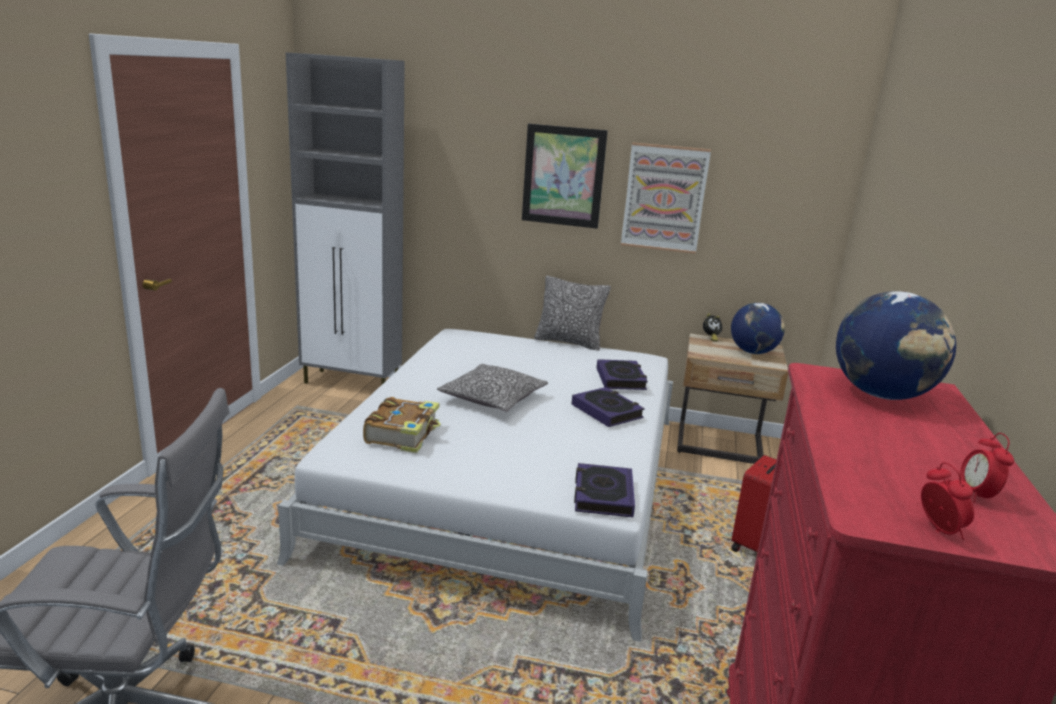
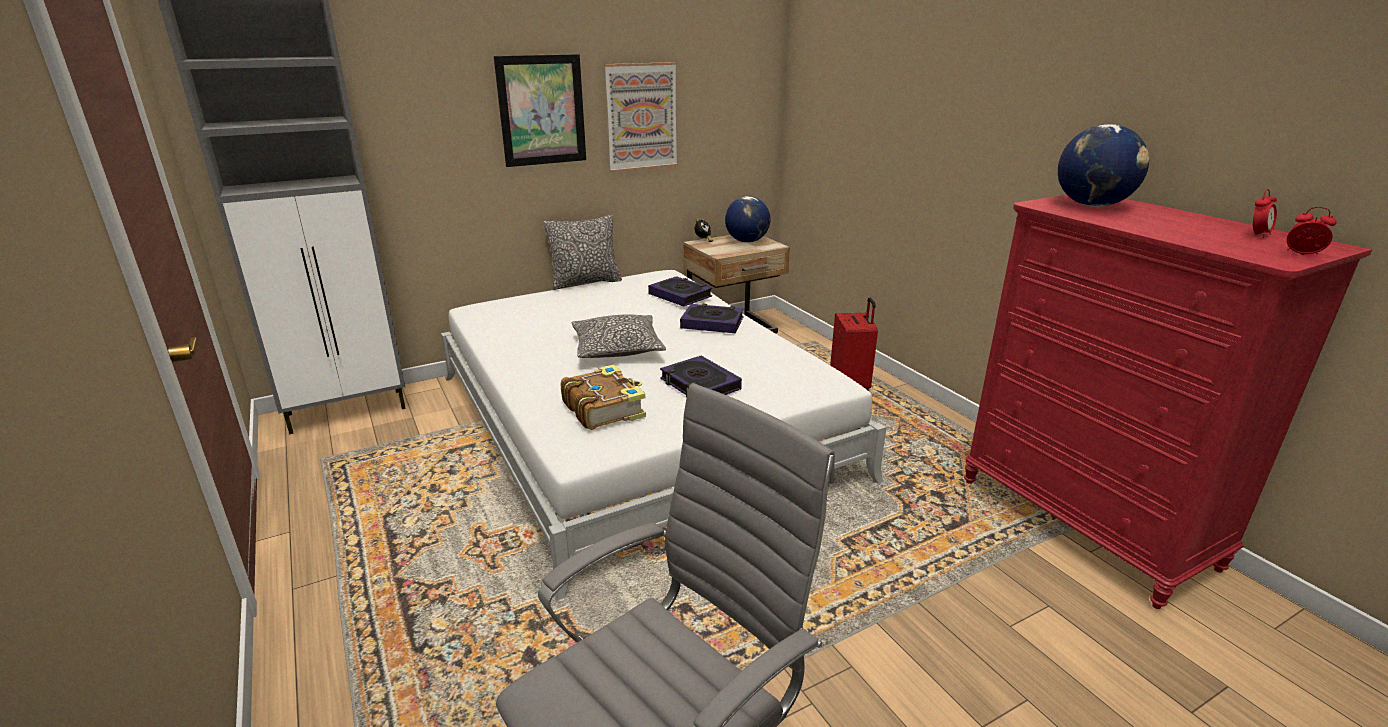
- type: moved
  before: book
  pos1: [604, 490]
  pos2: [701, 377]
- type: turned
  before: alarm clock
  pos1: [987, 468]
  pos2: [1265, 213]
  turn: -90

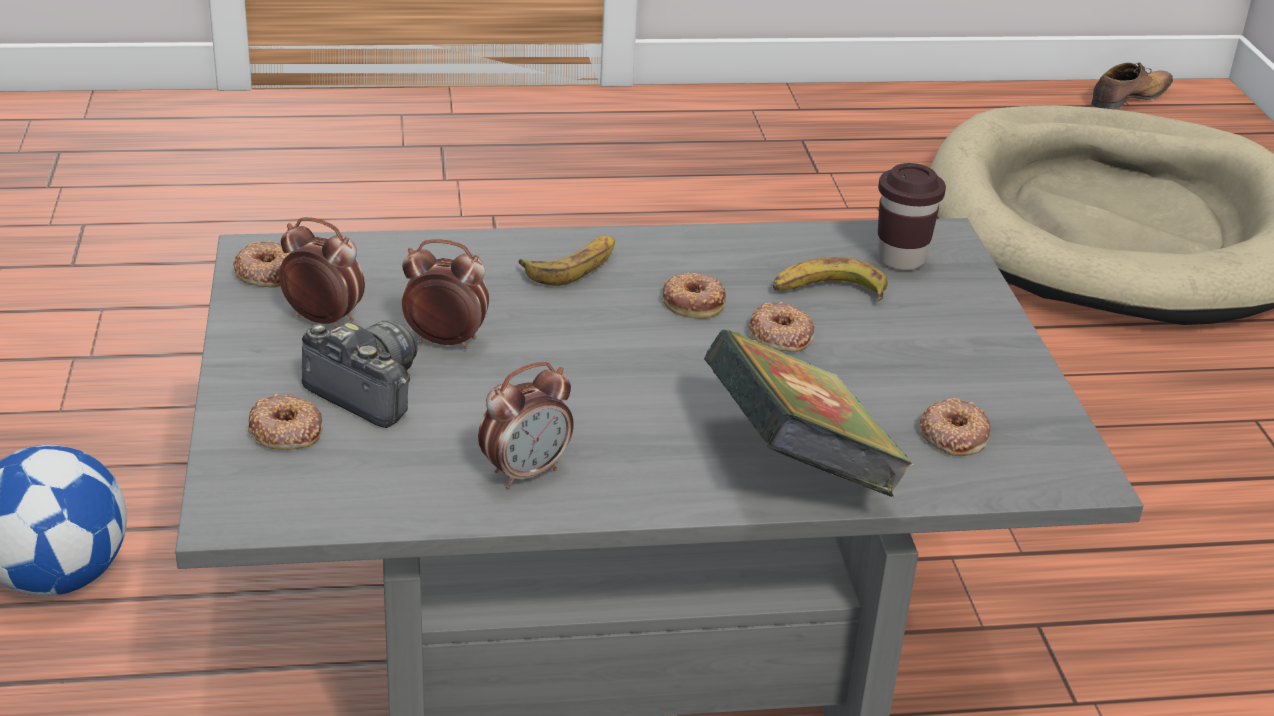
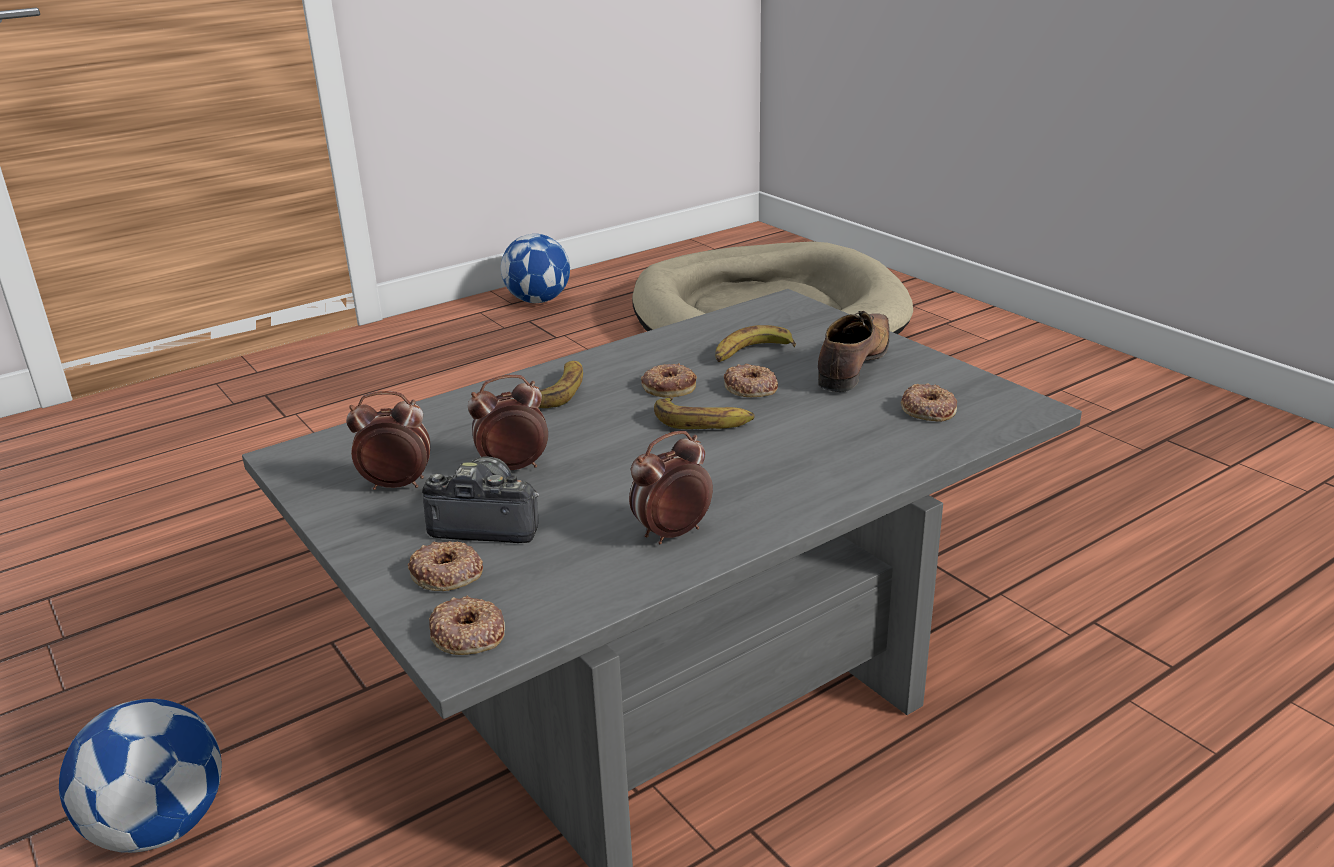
- type: moved
  before: donut
  pos1: [262, 264]
  pos2: [467, 625]
- type: turned
  before: alarm clock
  pos1: [526, 425]
  pos2: [671, 487]
  turn: -150
- type: removed
  before: book
  pos1: [809, 413]
- type: removed
  before: brown cup
  pos1: [911, 217]
- type: moved
  before: shoe
  pos1: [1132, 86]
  pos2: [854, 351]
- type: added
  after: football
  pos2: [535, 268]
- type: added
  after: banana
  pos2: [704, 413]

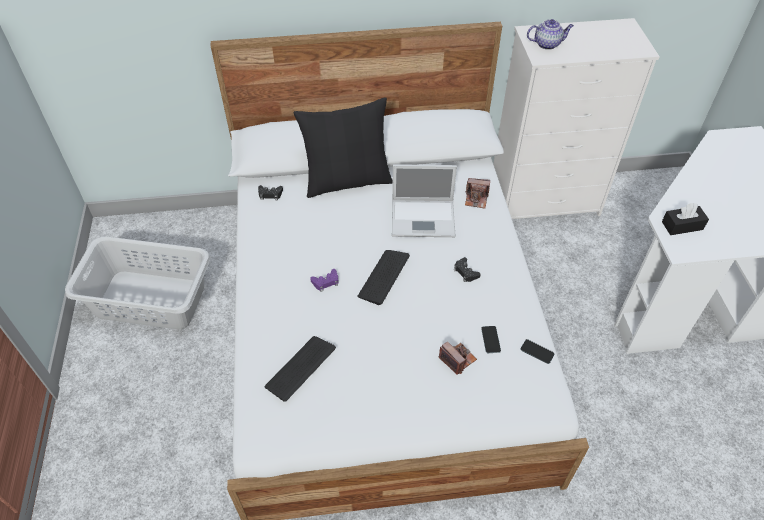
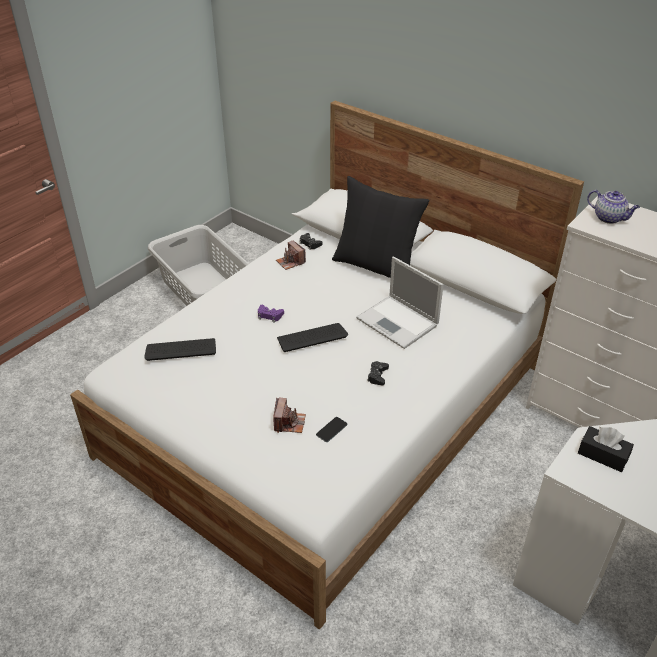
- type: moved
  before: photo camera
  pos1: [477, 193]
  pos2: [291, 255]
- type: removed
  before: phone
  pos1: [537, 351]

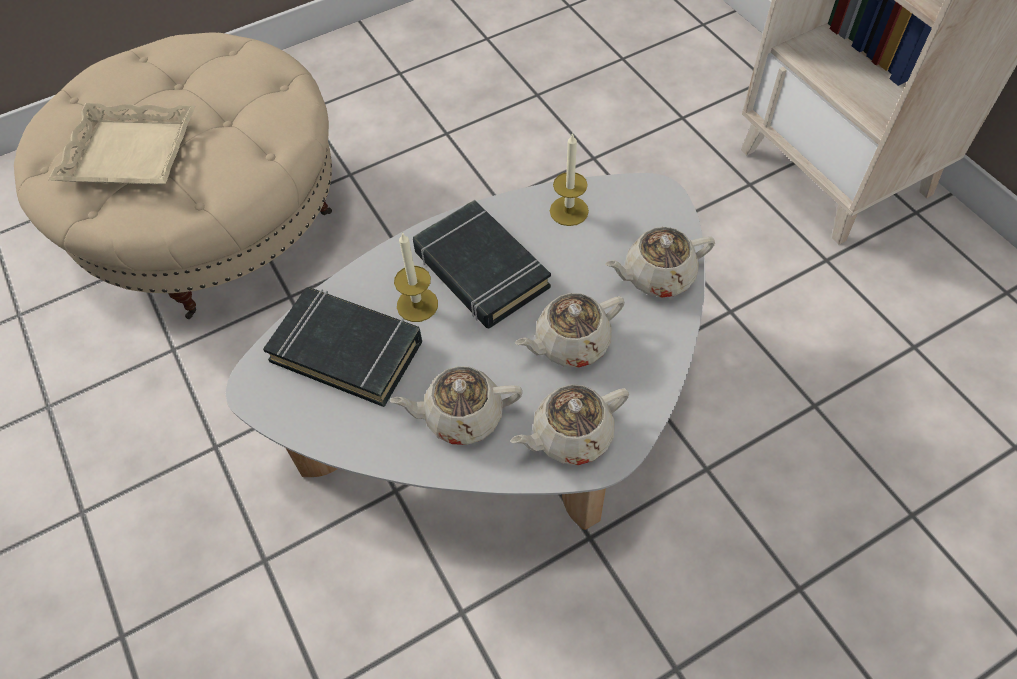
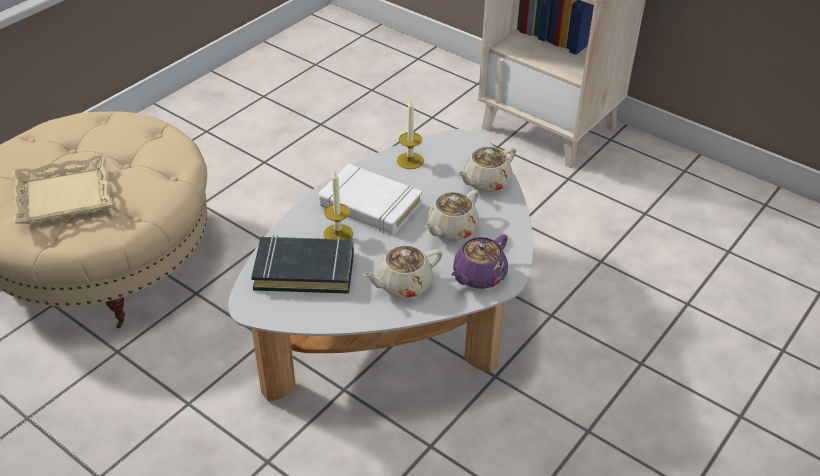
- type: recoloured
  before: black book
  after: white book
  pos1: [482, 264]
  pos2: [370, 199]
- type: recoloured
  before: beige teapot
  after: purple teapot
  pos1: [569, 424]
  pos2: [479, 261]

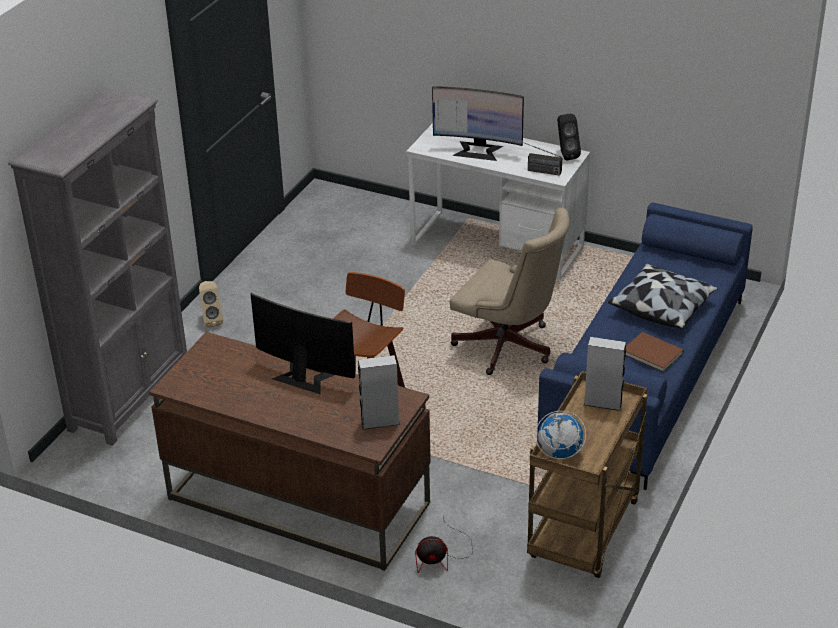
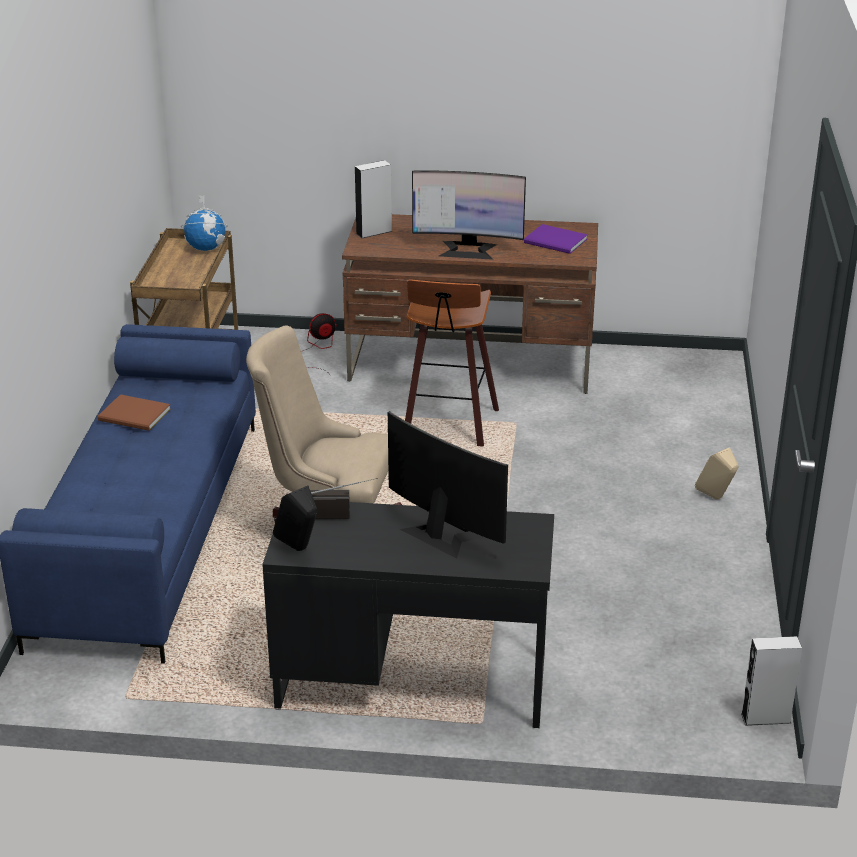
- type: removed
  before: grey bookcase
  pos1: [97, 267]
- type: recoloured
  before: white desk
  after: black desk
  pos1: [498, 201]
  pos2: [408, 615]
- type: turned
  before: monitor
  pos1: [478, 123]
  pos2: [448, 484]
  turn: 45
- type: moved
  before: grey speaker
  pos1: [605, 374]
  pos2: [771, 681]
- type: removed
  before: pillow
  pos1: [663, 296]
- type: added
  after: purple book
  pos2: [556, 239]

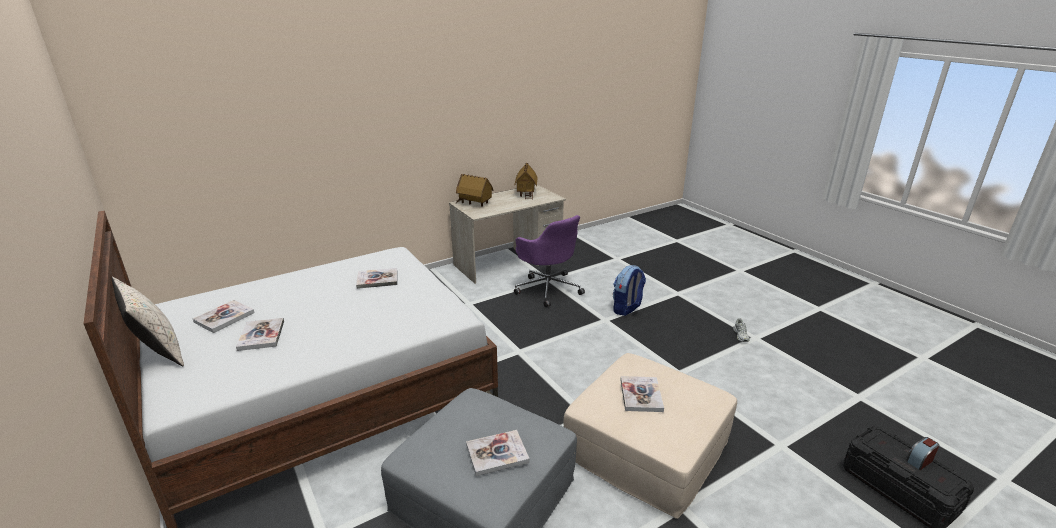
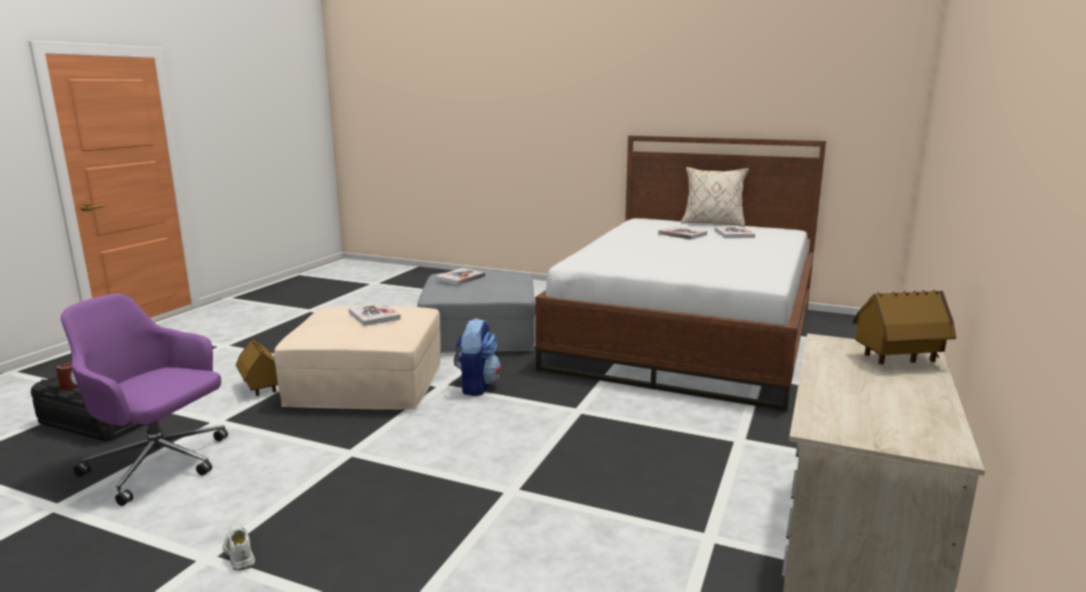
- type: removed
  before: book
  pos1: [377, 278]
- type: moved
  before: toy house
  pos1: [526, 181]
  pos2: [257, 367]
- type: moved
  before: purple office chair
  pos1: [549, 261]
  pos2: [144, 400]
- type: moved
  before: backpack
  pos1: [629, 290]
  pos2: [477, 357]

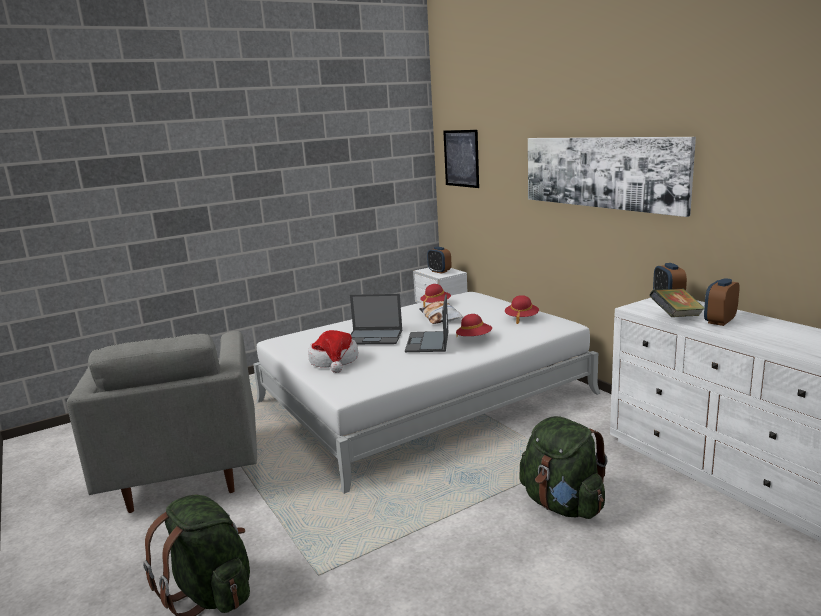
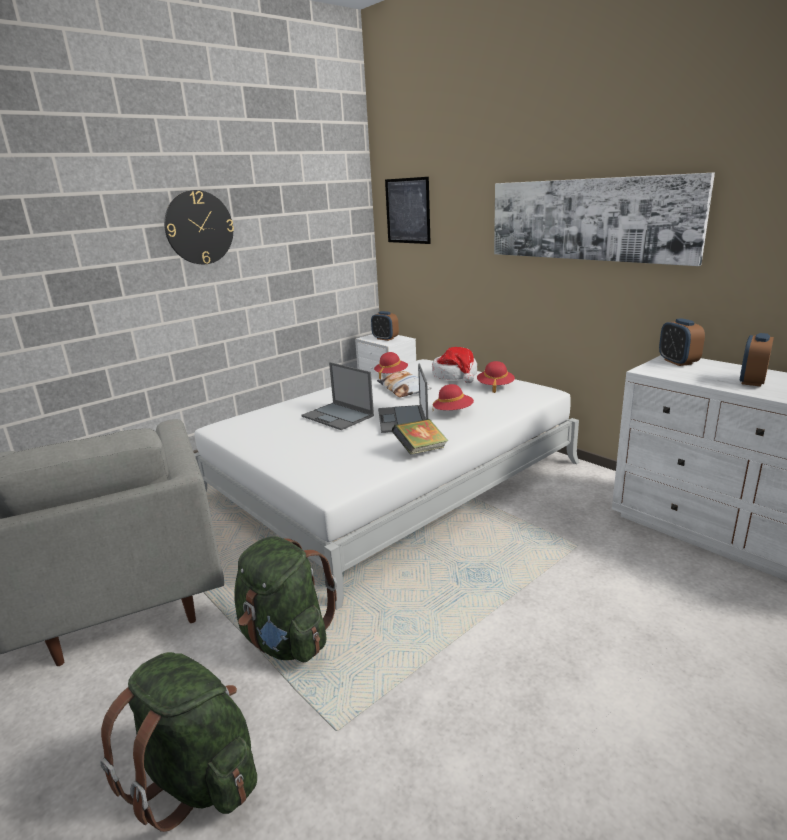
- type: moved
  before: hat
  pos1: [333, 351]
  pos2: [454, 365]
- type: turned
  before: laptop
  pos1: [376, 319]
  pos2: [338, 396]
  turn: 45
- type: moved
  before: green backpack
  pos1: [563, 467]
  pos2: [285, 599]
- type: moved
  before: book
  pos1: [676, 303]
  pos2: [419, 437]
- type: added
  after: wall clock
  pos2: [199, 227]

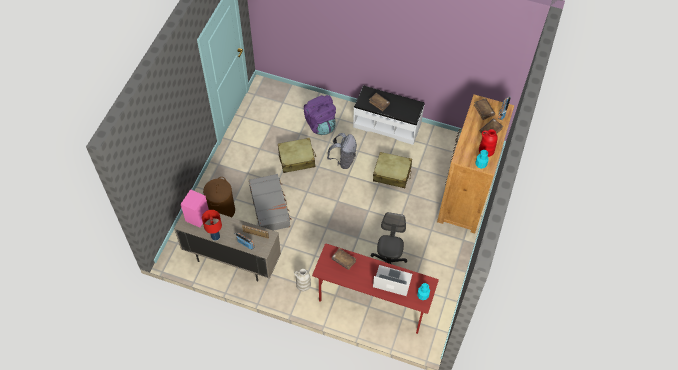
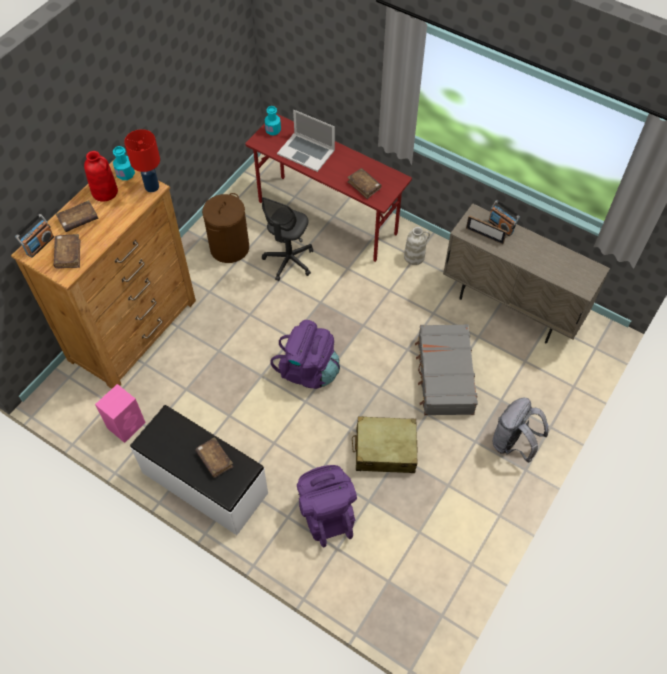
- type: moved
  before: pink speaker
  pos1: [195, 208]
  pos2: [120, 413]
- type: moved
  before: red table lamp
  pos1: [212, 225]
  pos2: [142, 160]
- type: moved
  before: brown laundry basket
  pos1: [219, 197]
  pos2: [225, 228]
- type: moved
  before: grey backpack
  pos1: [342, 151]
  pos2: [520, 430]
- type: removed
  before: beige suitcase
  pos1: [392, 170]
- type: added
  after: purple backpack
  pos2: [305, 354]

